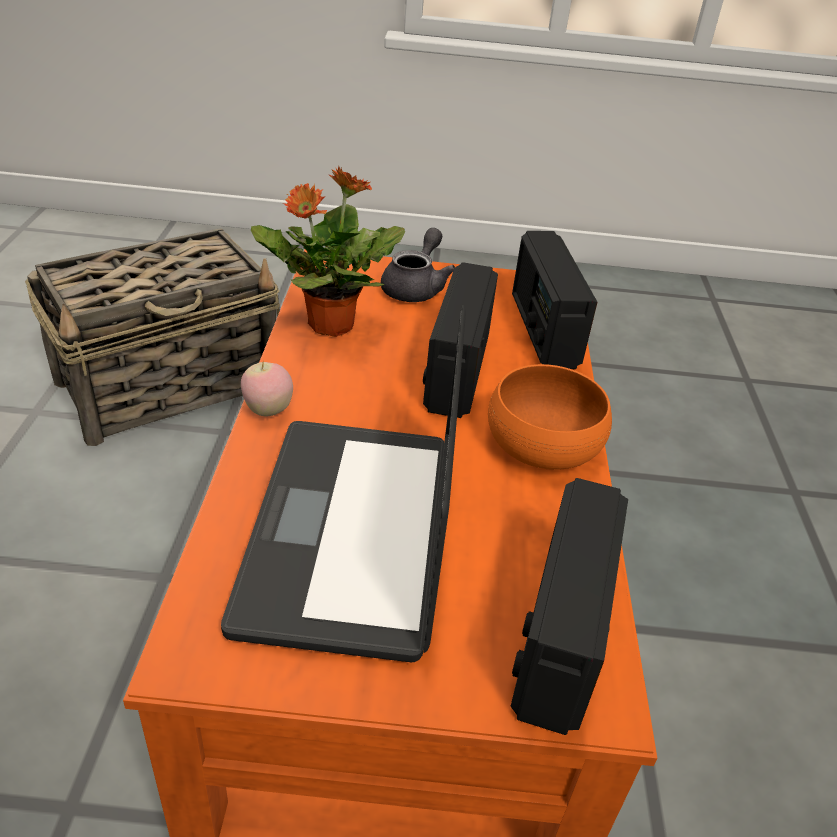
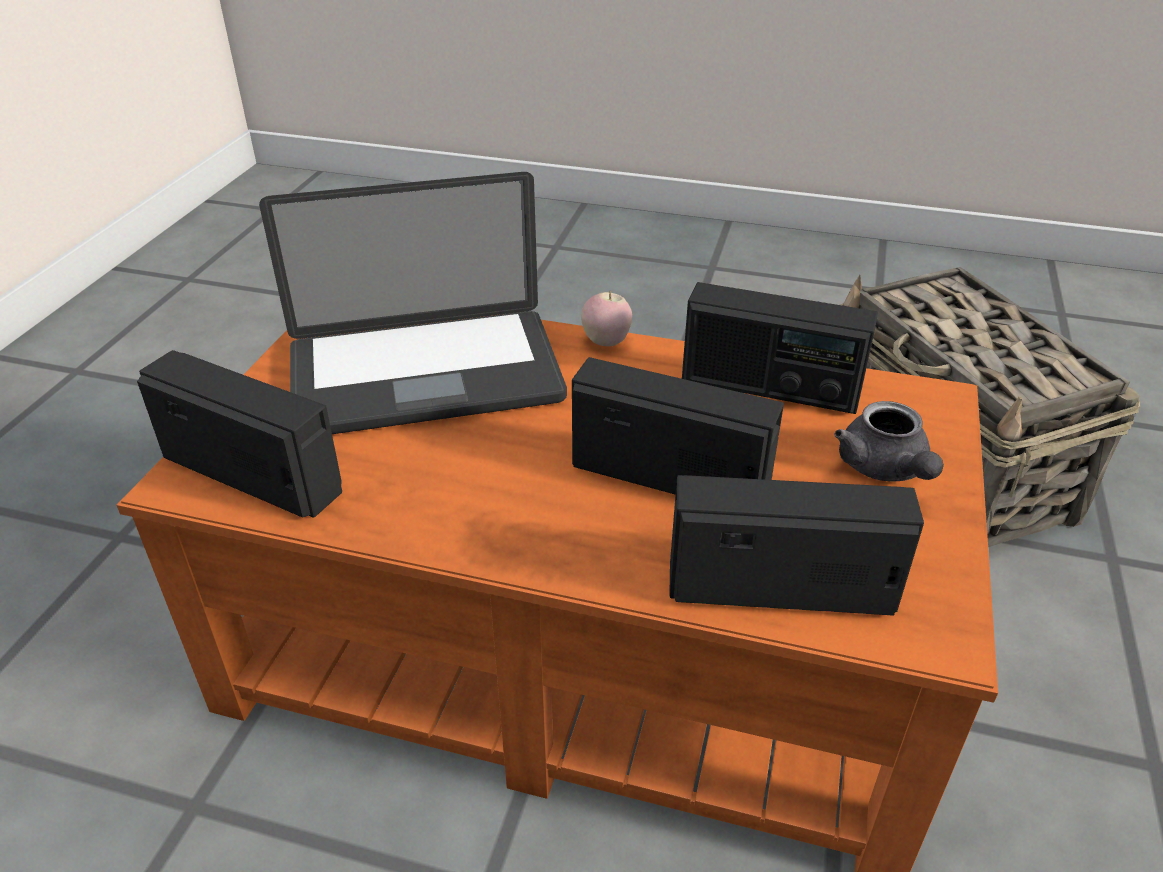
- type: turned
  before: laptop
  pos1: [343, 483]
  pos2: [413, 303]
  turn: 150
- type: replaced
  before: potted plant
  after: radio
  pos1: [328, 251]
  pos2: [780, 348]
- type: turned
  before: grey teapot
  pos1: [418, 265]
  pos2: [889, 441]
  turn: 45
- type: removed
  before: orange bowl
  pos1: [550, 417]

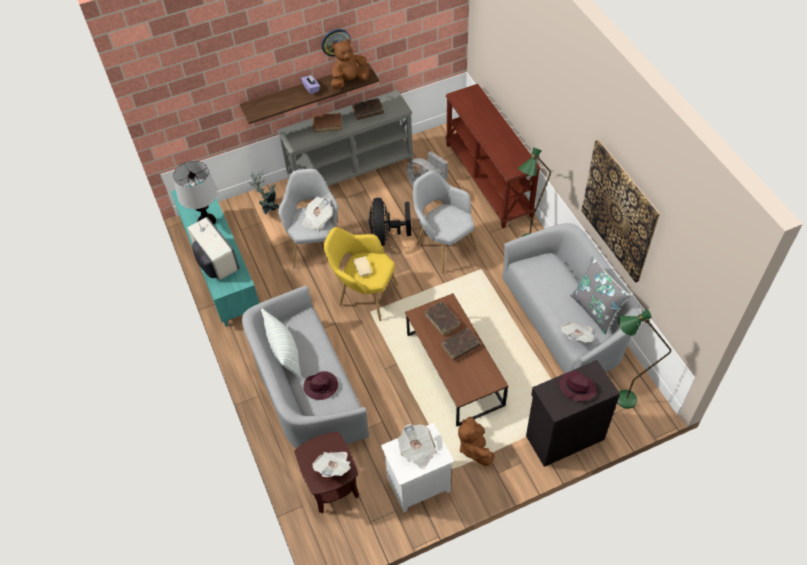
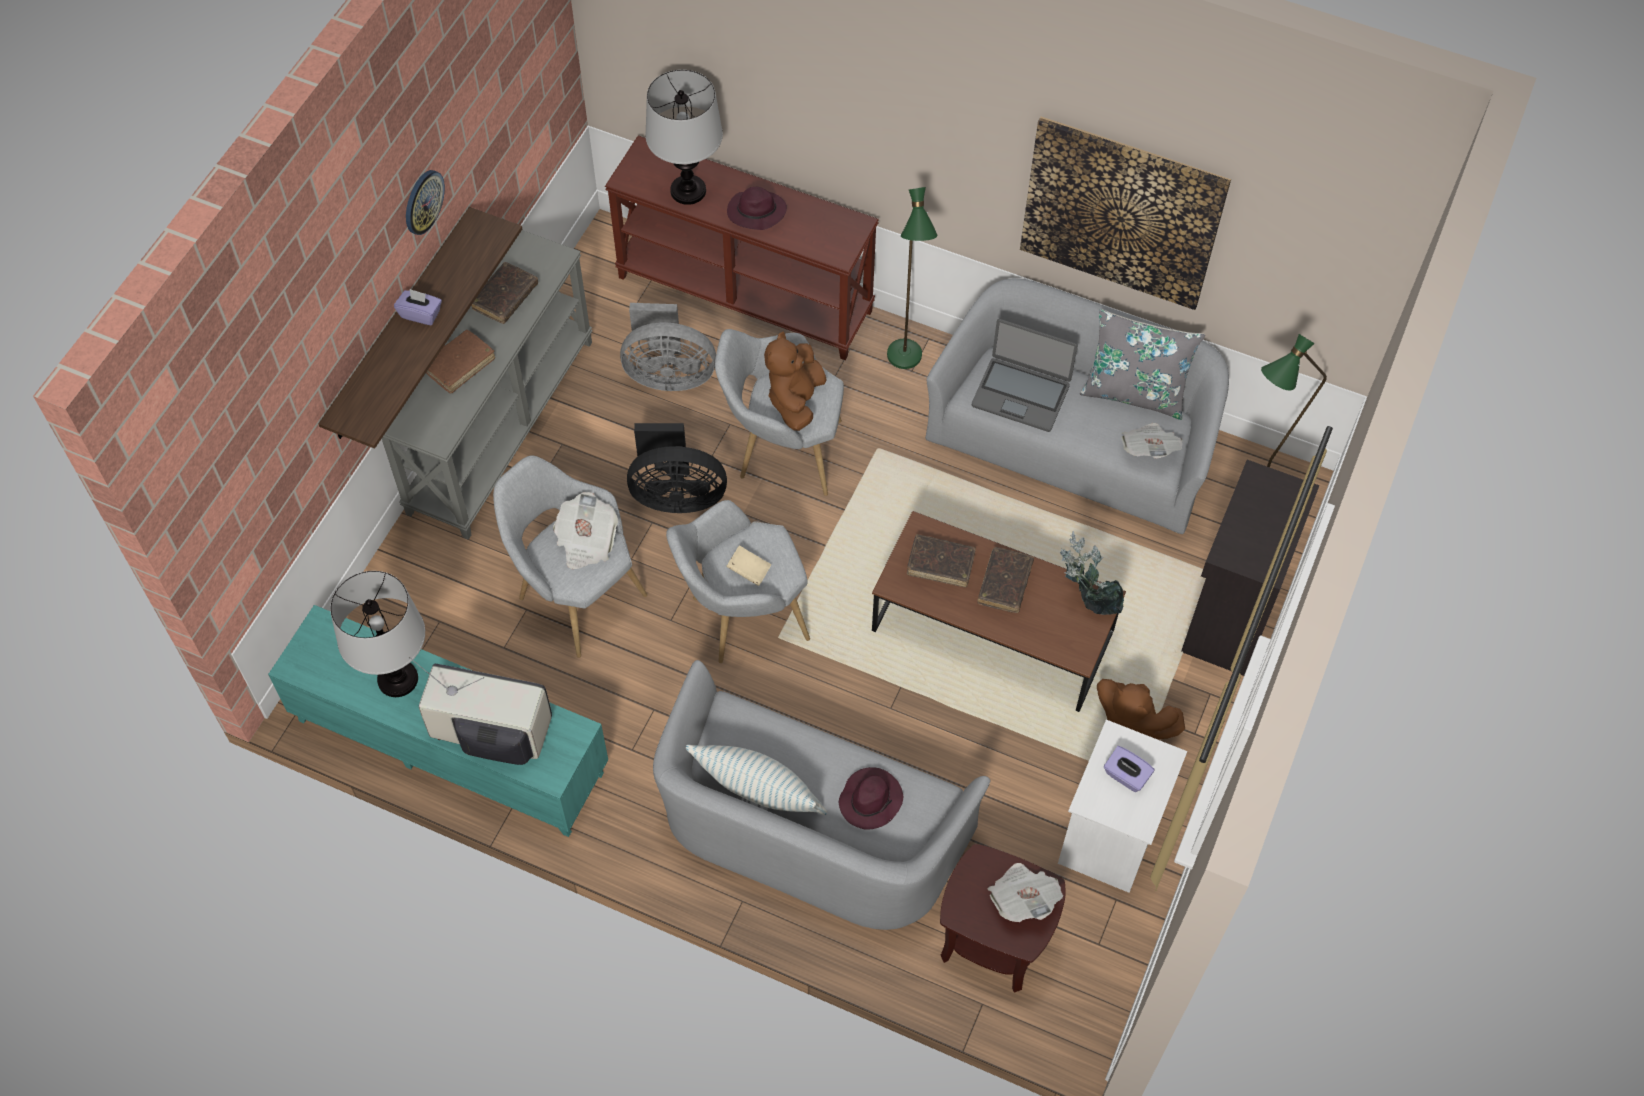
- type: moved
  before: potted plant
  pos1: [263, 192]
  pos2: [1092, 573]
- type: recoloured
  before: yellow armchair
  after: grey armchair
  pos1: [361, 274]
  pos2: [738, 581]
- type: moved
  before: brown plush toy
  pos1: [350, 64]
  pos2: [795, 381]
- type: turned
  before: black fan
  pos1: [390, 222]
  pos2: [677, 468]
  turn: -45
- type: replaced
  before: newspaper
  after: purple tissue box
  pos1: [417, 446]
  pos2: [1129, 769]
- type: moved
  before: purple hat
  pos1: [577, 386]
  pos2: [757, 208]
- type: added
  after: table lamp
  pos2: [684, 137]
- type: added
  after: laptop
  pos2: [1025, 375]

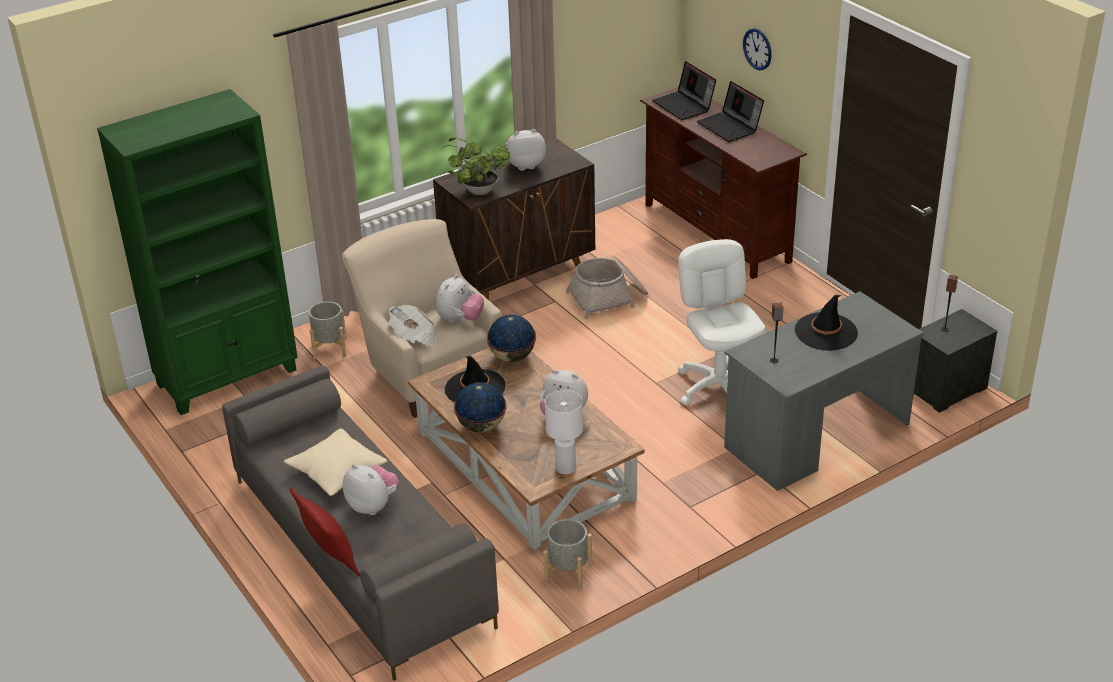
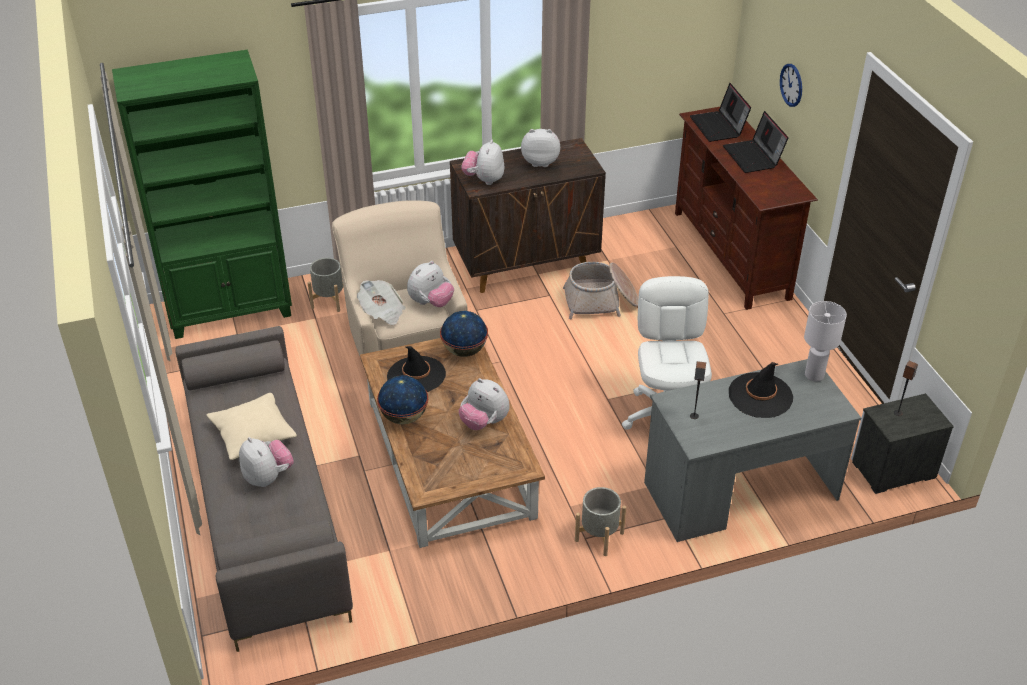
- type: removed
  before: red pillow
  pos1: [325, 532]
- type: replaced
  before: potted plant
  after: plush toy
  pos1: [475, 166]
  pos2: [482, 162]
- type: moved
  before: grey planter
  pos1: [567, 555]
  pos2: [600, 521]
- type: moved
  before: white table lamp
  pos1: [564, 432]
  pos2: [825, 341]

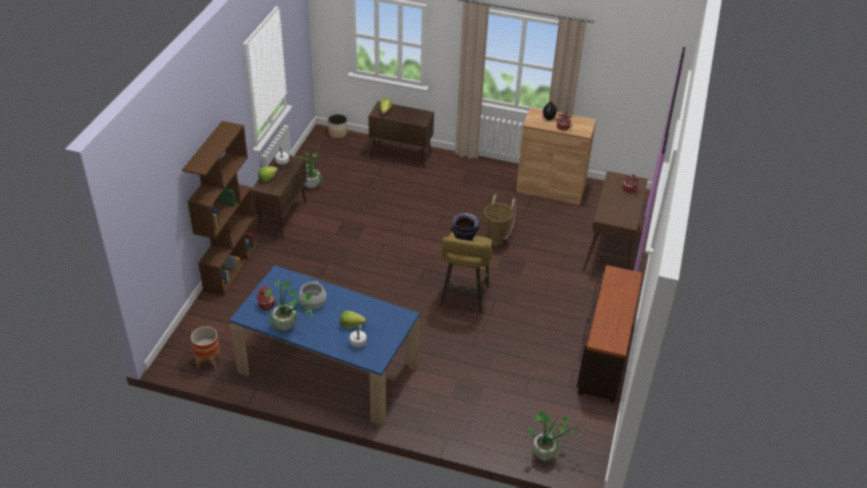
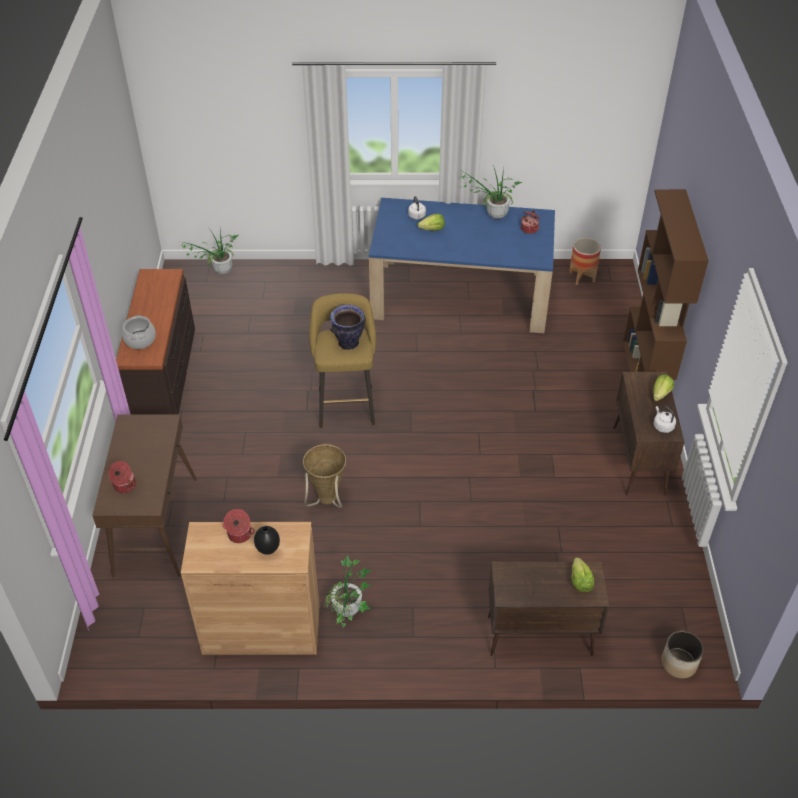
- type: moved
  before: potted plant
  pos1: [309, 164]
  pos2: [348, 591]
- type: moved
  before: cooking pot
  pos1: [312, 295]
  pos2: [139, 332]

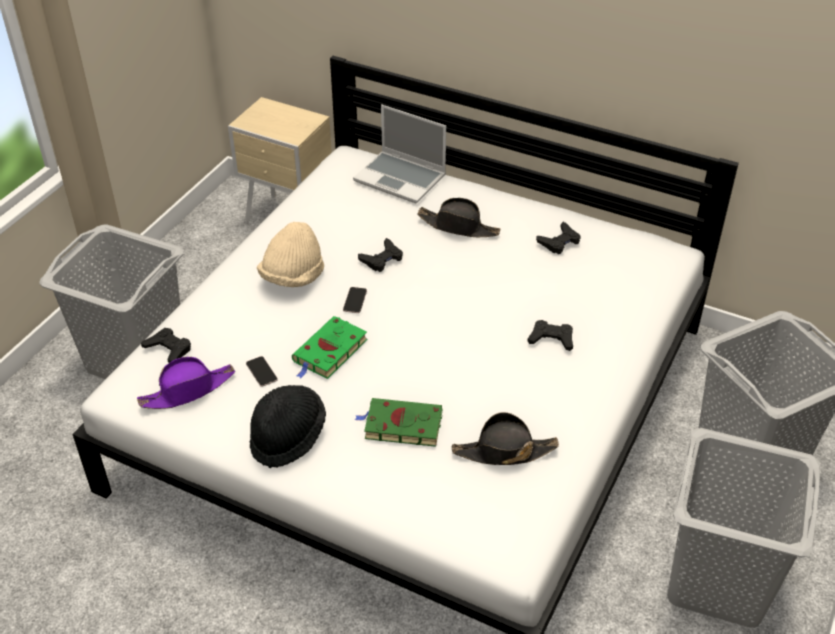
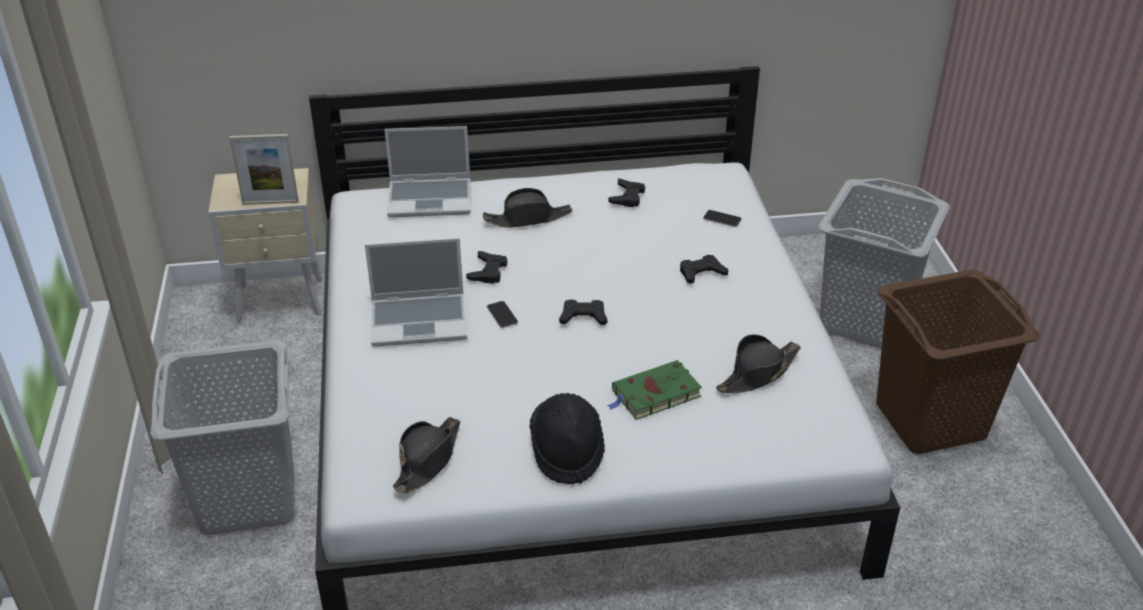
- type: recoloured
  before: purple hat
  after: black hat
  pos1: [186, 383]
  pos2: [426, 455]
- type: moved
  before: black game controller
  pos1: [166, 345]
  pos2: [583, 312]
- type: moved
  before: phone
  pos1: [262, 371]
  pos2: [722, 218]
- type: replaced
  before: beige hat
  after: laptop
  pos1: [290, 254]
  pos2: [416, 292]
- type: removed
  before: green book
  pos1: [329, 347]
- type: recoloured
  before: grey laundry basket
  after: brown laundry basket
  pos1: [744, 528]
  pos2: [958, 362]
- type: added
  after: picture frame
  pos2: [264, 169]

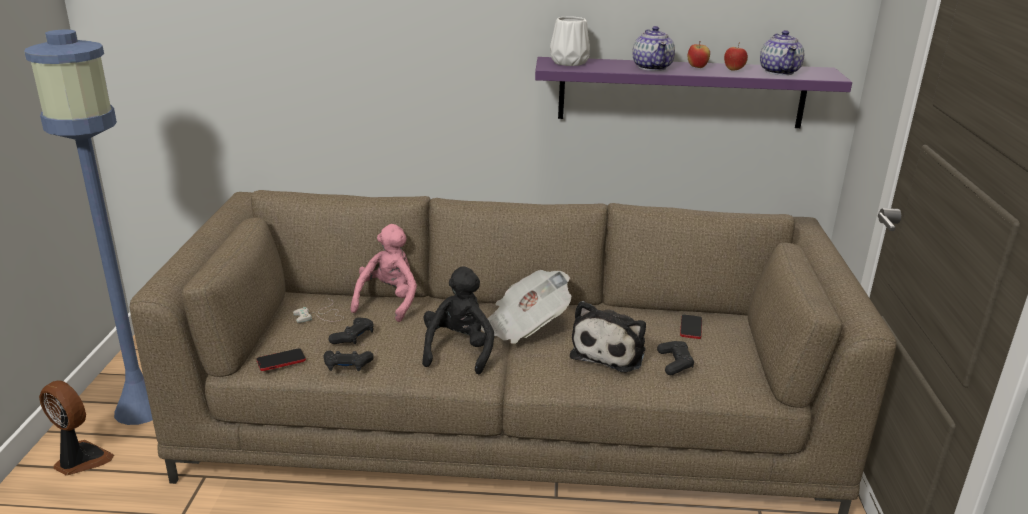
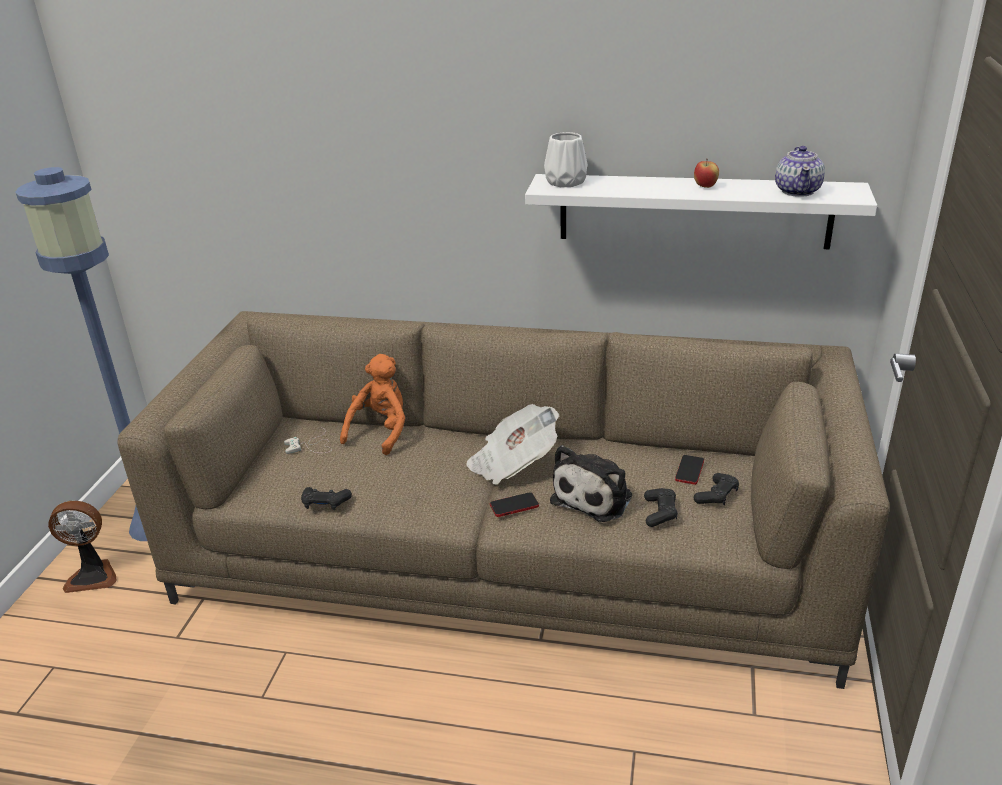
- type: turned
  before: fan
  pos1: [76, 428]
  pos2: [82, 547]
  turn: 135
- type: moved
  before: phone
  pos1: [281, 359]
  pos2: [514, 504]
- type: moved
  before: black game controller
  pos1: [351, 331]
  pos2: [716, 489]
- type: recoloured
  before: pink plush toy
  after: orange plush toy
  pos1: [384, 273]
  pos2: [372, 404]
- type: removed
  before: black plush toy
  pos1: [458, 320]
- type: recoloured
  before: purple shelf
  after: white shelf
  pos1: [693, 92]
  pos2: [701, 212]
- type: removed
  before: teapot
  pos1: [653, 48]
- type: removed
  before: apple
  pos1: [736, 57]

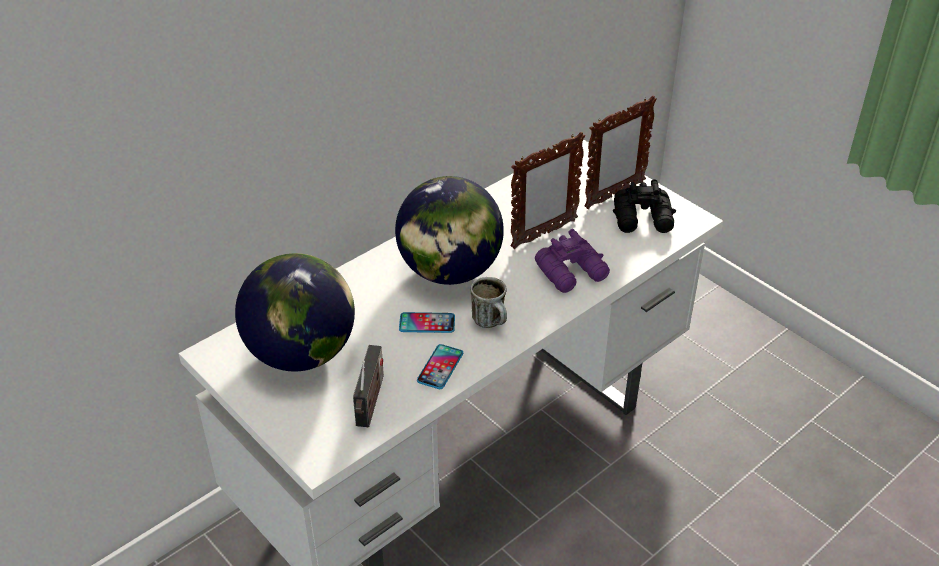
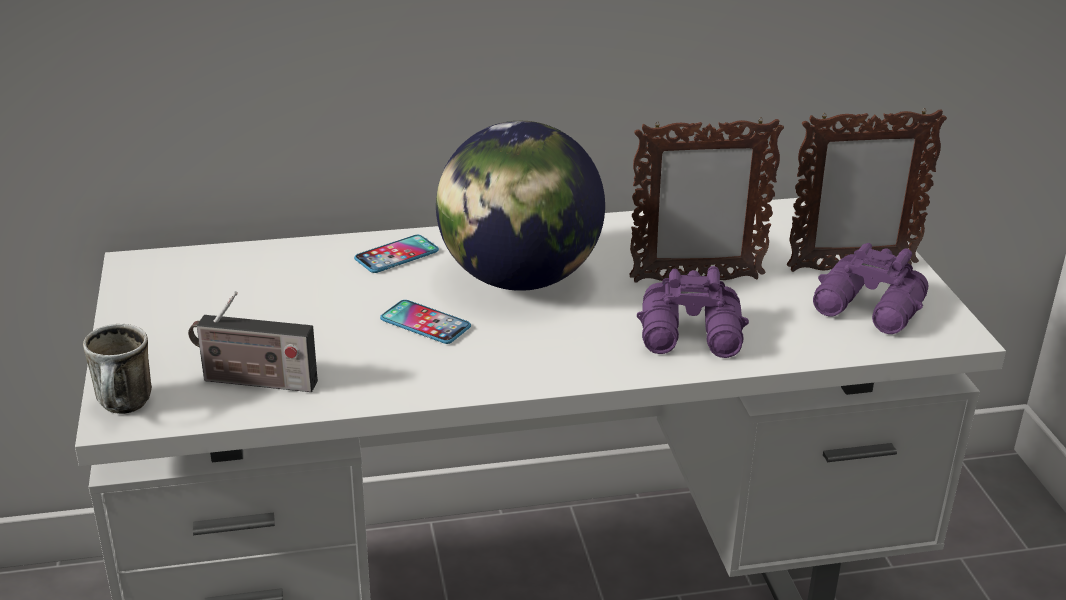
- type: removed
  before: globe
  pos1: [295, 312]
- type: turned
  before: radio
  pos1: [368, 386]
  pos2: [253, 341]
  turn: 60
- type: moved
  before: phone
  pos1: [440, 366]
  pos2: [396, 254]
- type: moved
  before: mug
  pos1: [489, 302]
  pos2: [117, 369]
- type: recoloured
  before: black binoculars
  after: purple binoculars
  pos1: [644, 206]
  pos2: [871, 288]

